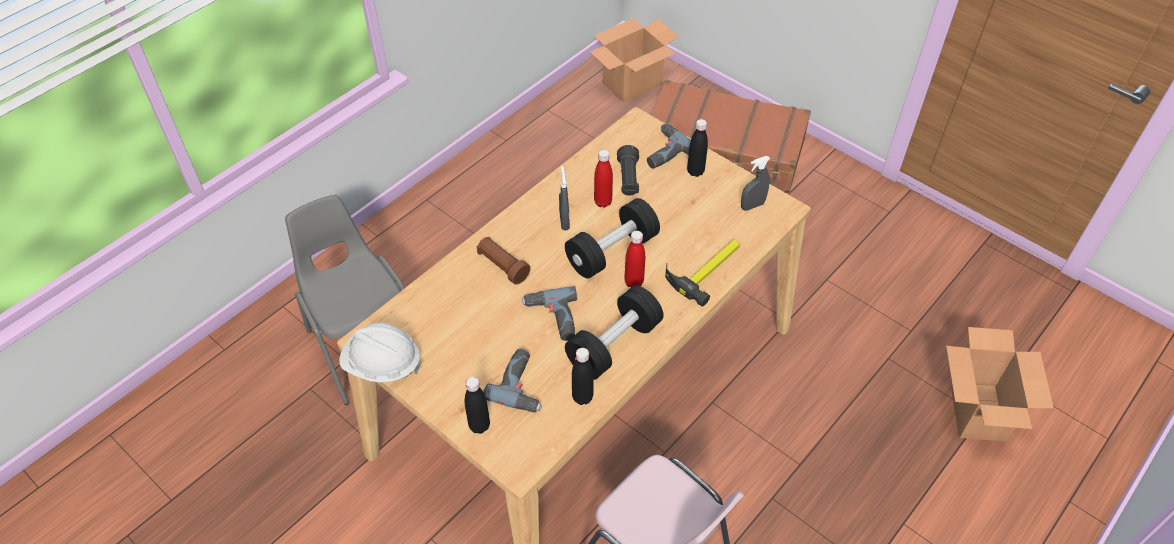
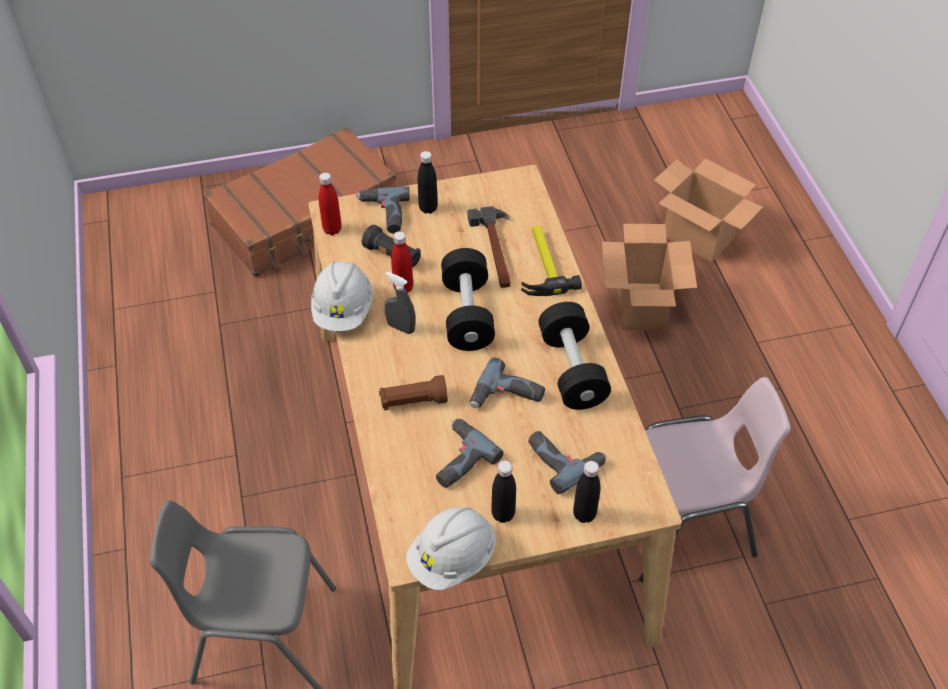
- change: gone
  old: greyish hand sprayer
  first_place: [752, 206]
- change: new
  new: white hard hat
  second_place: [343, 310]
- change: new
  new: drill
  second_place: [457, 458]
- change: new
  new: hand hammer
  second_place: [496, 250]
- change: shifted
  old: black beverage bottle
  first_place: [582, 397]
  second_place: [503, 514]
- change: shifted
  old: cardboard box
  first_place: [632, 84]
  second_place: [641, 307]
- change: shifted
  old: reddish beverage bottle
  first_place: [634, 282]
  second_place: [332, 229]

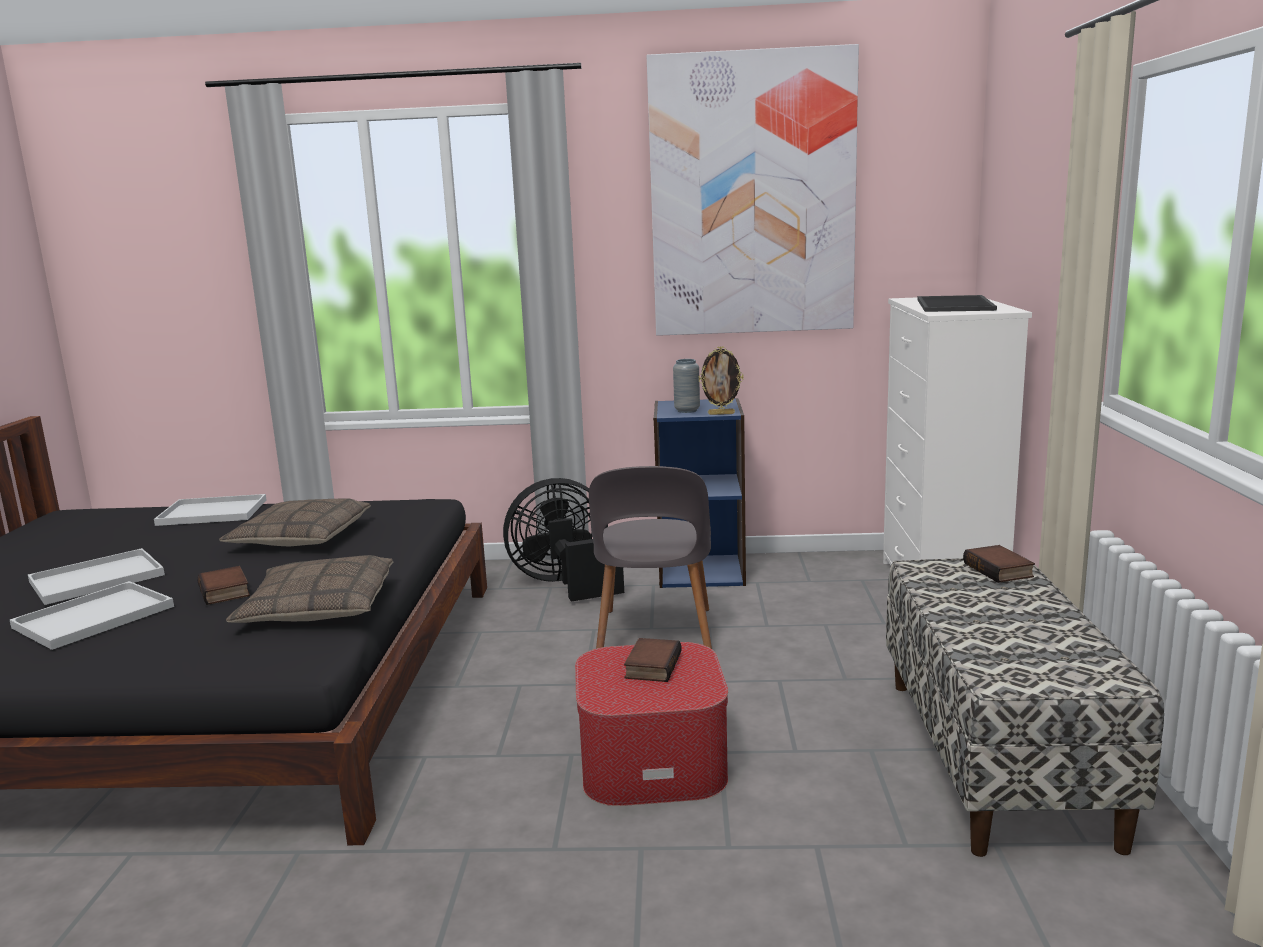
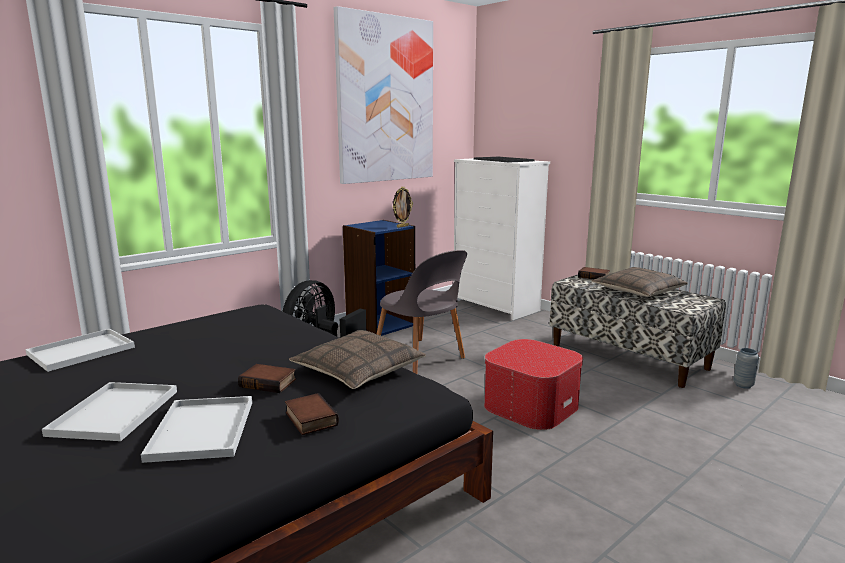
- change: shifted
  old: pillow
  first_place: [300, 537]
  second_place: [638, 291]
- change: shifted
  old: volume
  first_place: [651, 665]
  second_place: [309, 419]
- change: shifted
  old: greyish decorative vase
  first_place: [687, 410]
  second_place: [743, 385]

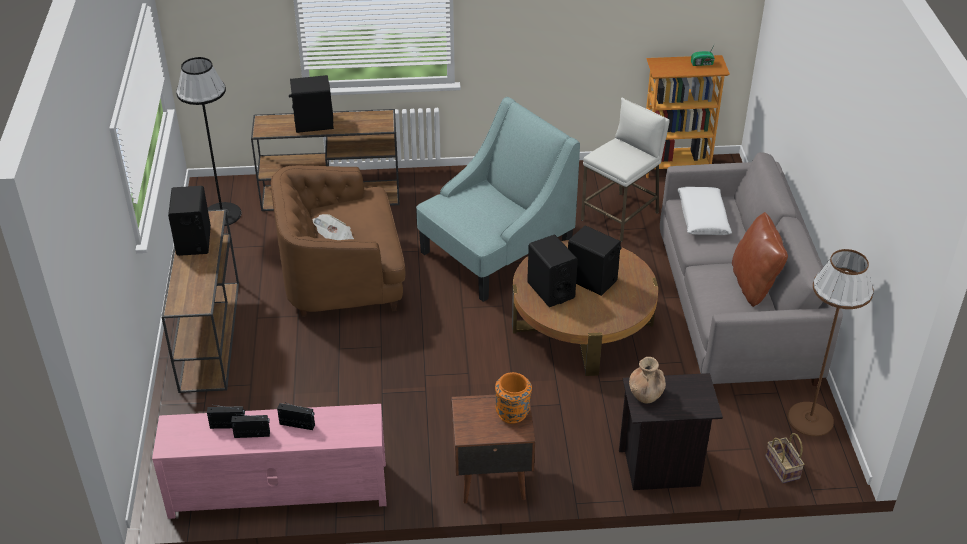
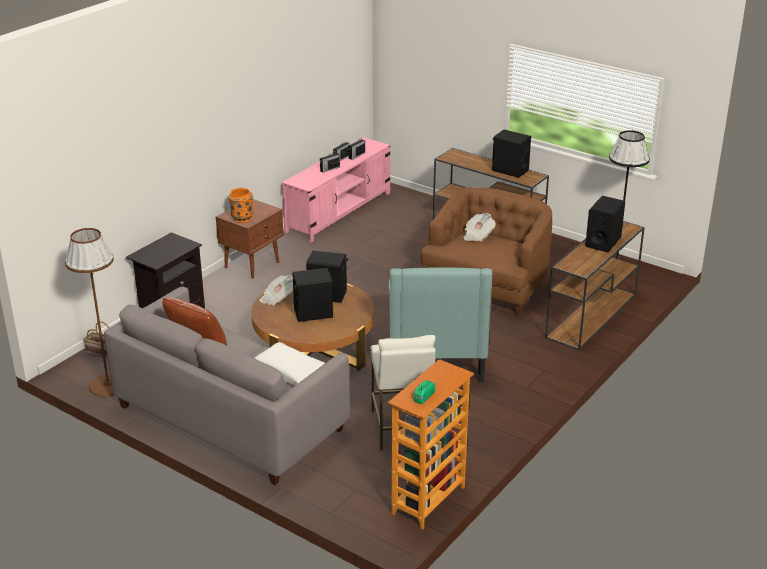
- change: gone
  old: brown-coloured decorative vase
  first_place: [645, 395]
- change: new
  new: printed paper
  second_place: [277, 298]

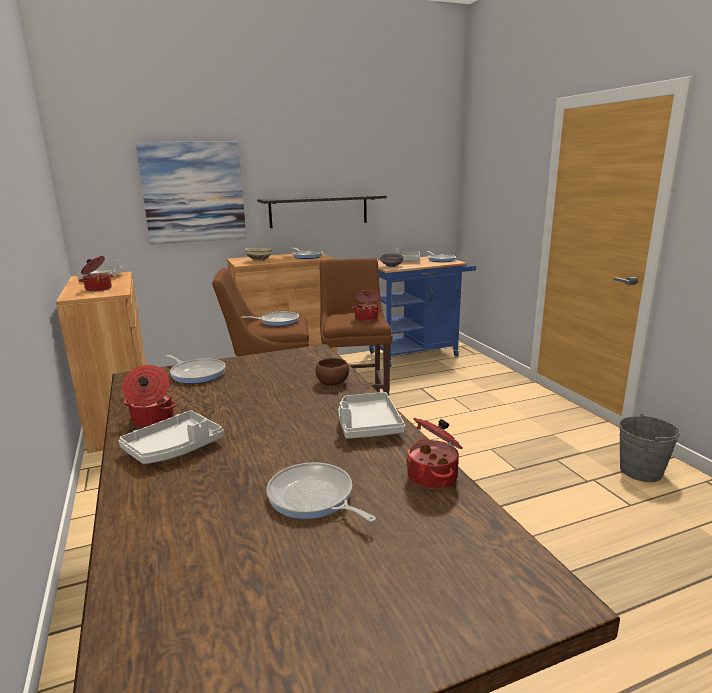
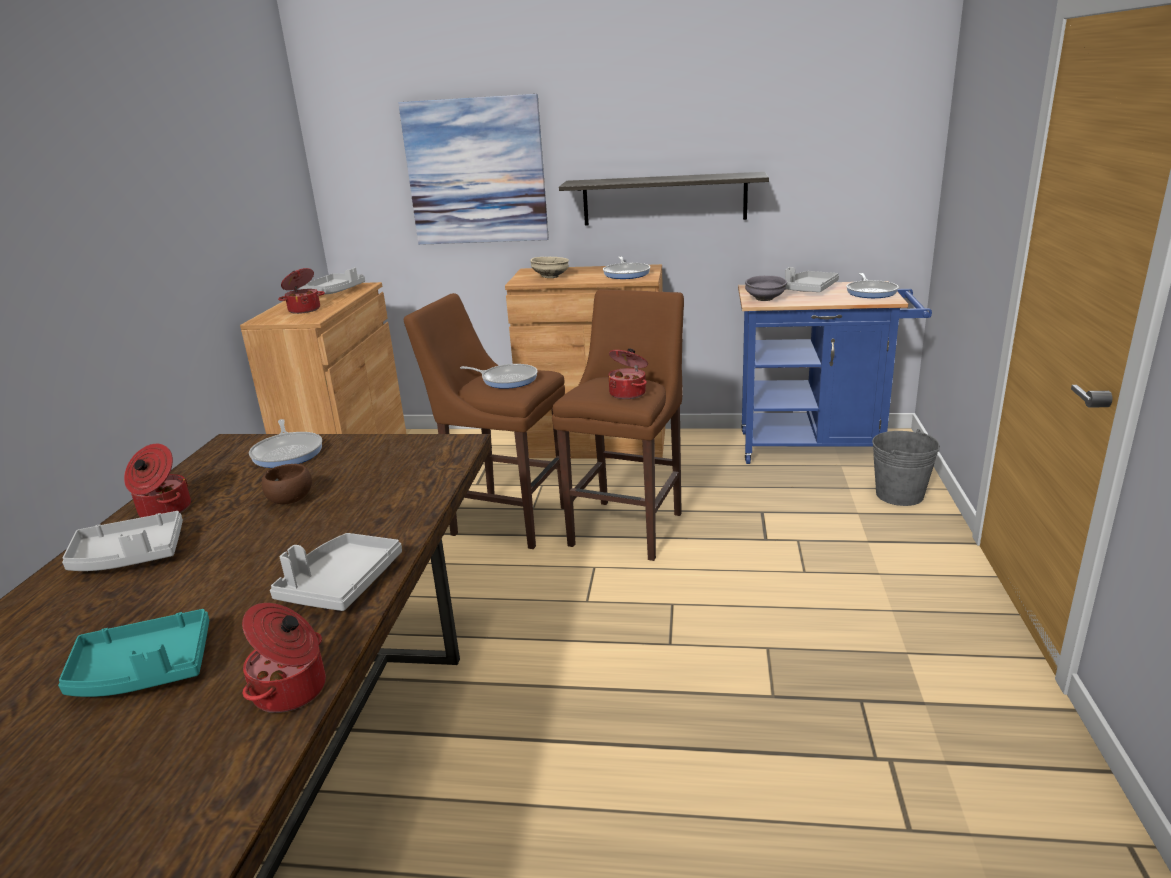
- change: shifted
  old: brown-coloured serving bowl
  first_place: [333, 383]
  second_place: [292, 499]
- change: shifted
  old: greyish pail
  first_place: [641, 471]
  second_place: [899, 495]
- change: swapped
  old: pan
  new: blue-green tray
  first_place: [313, 498]
  second_place: [144, 671]

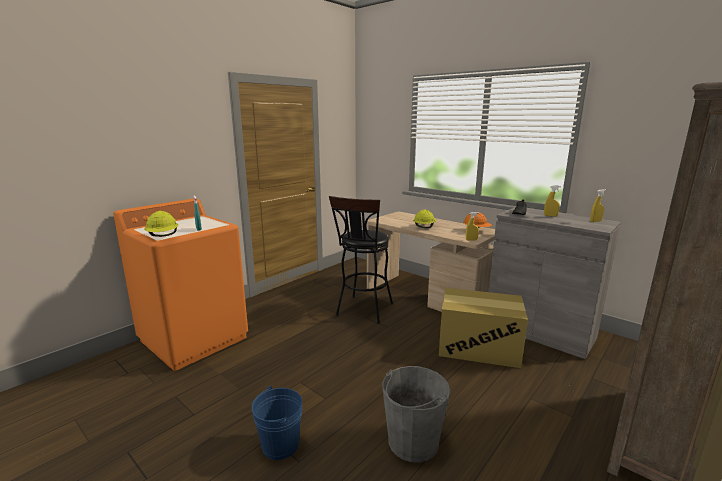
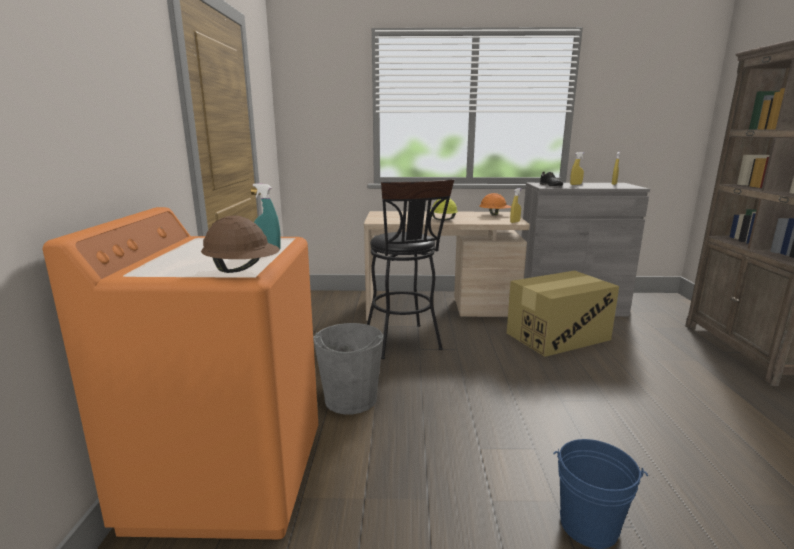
- change: shifted
  old: greyish pail
  first_place: [412, 442]
  second_place: [350, 399]
- change: repainted
  old: yellow-coloured hard hat
  new: brown-coloured hard hat
  first_place: [163, 236]
  second_place: [243, 270]

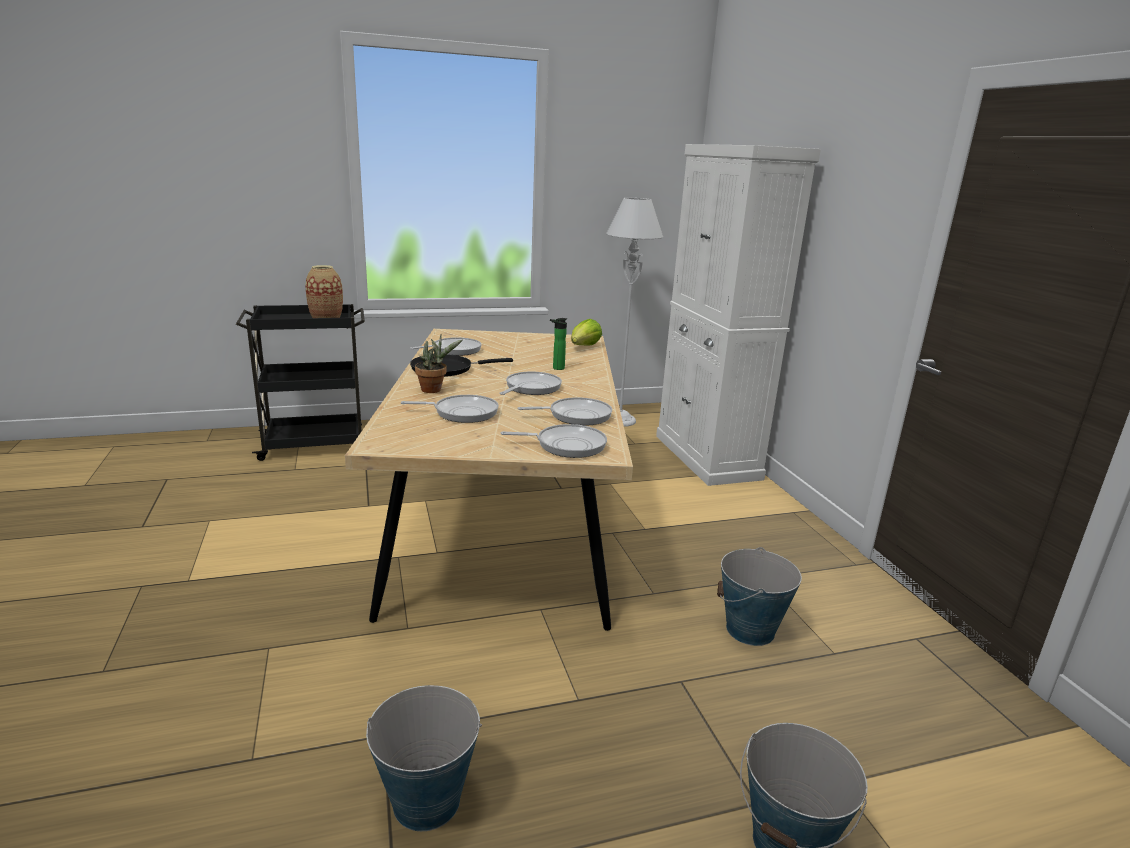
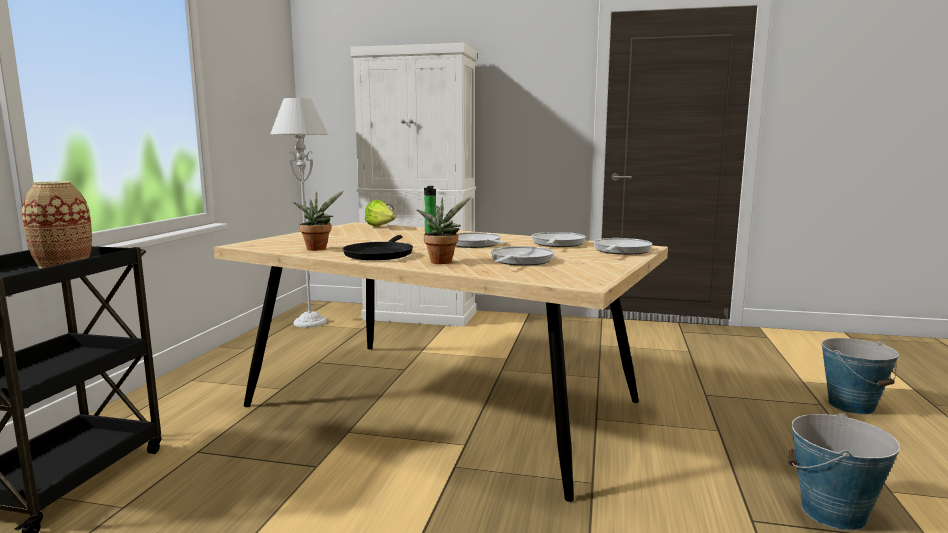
- change: gone
  old: pail
  first_place: [750, 630]
- change: swapped
  old: pan
  new: houseplant
  first_place: [453, 350]
  second_place: [318, 248]

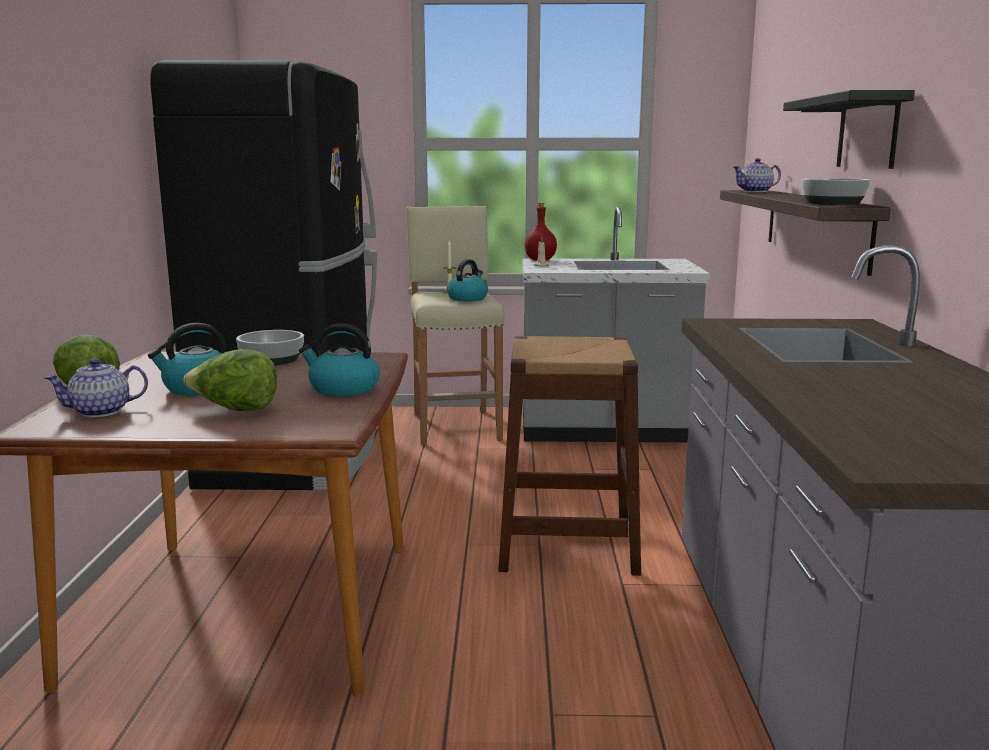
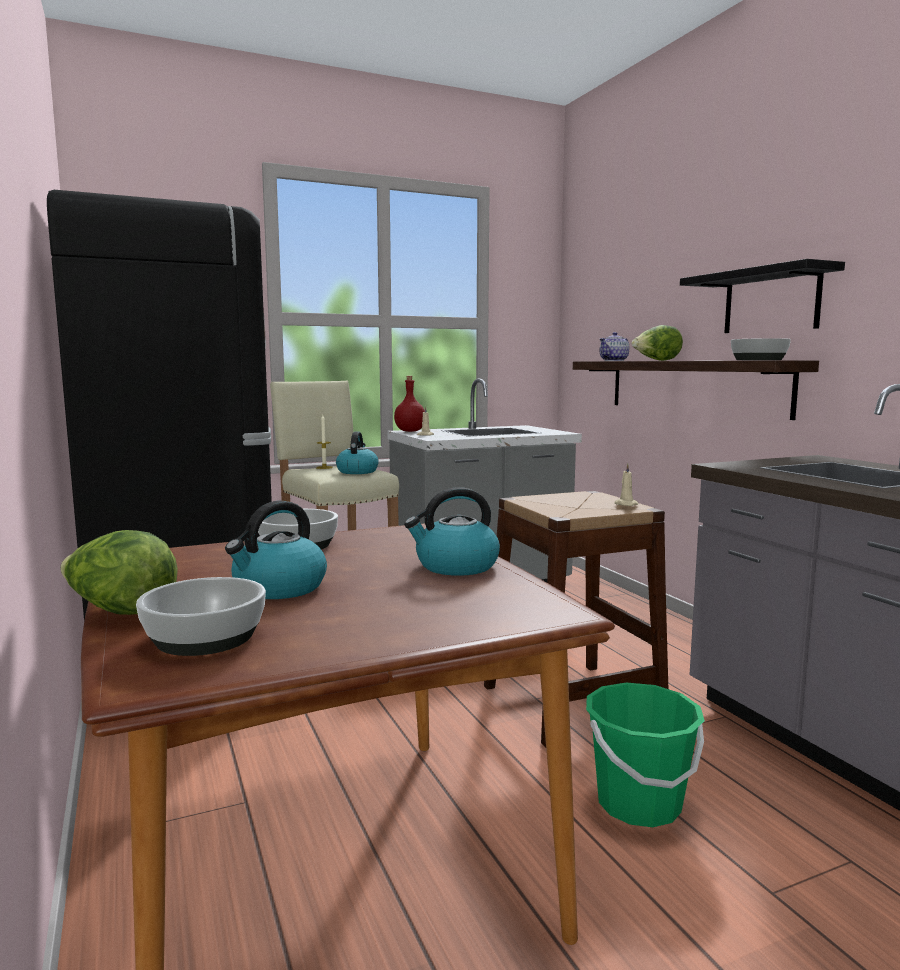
- change: new
  new: green-coloured pail
  second_place: [639, 804]
- change: new
  new: sand-coloured wax light
  second_place: [625, 504]
- change: shifted
  old: lettuce
  first_place: [235, 410]
  second_place: [656, 360]
- change: swapped
  old: pot for tea
  new: serving bowl
  first_place: [101, 411]
  second_place: [206, 637]

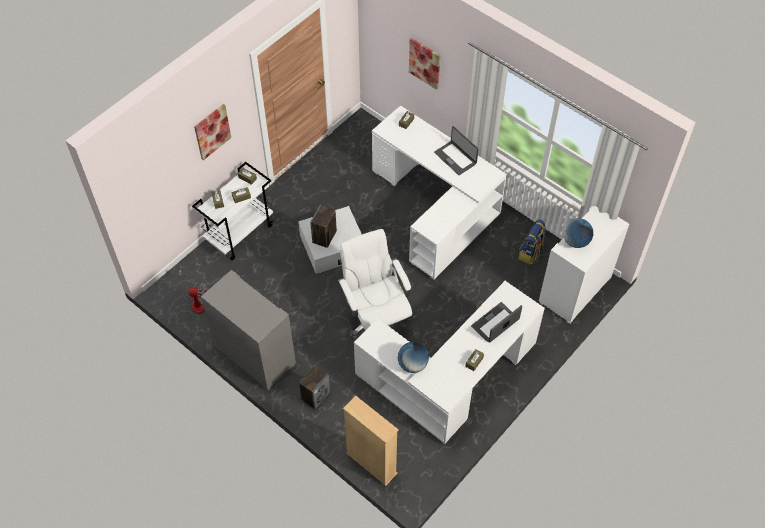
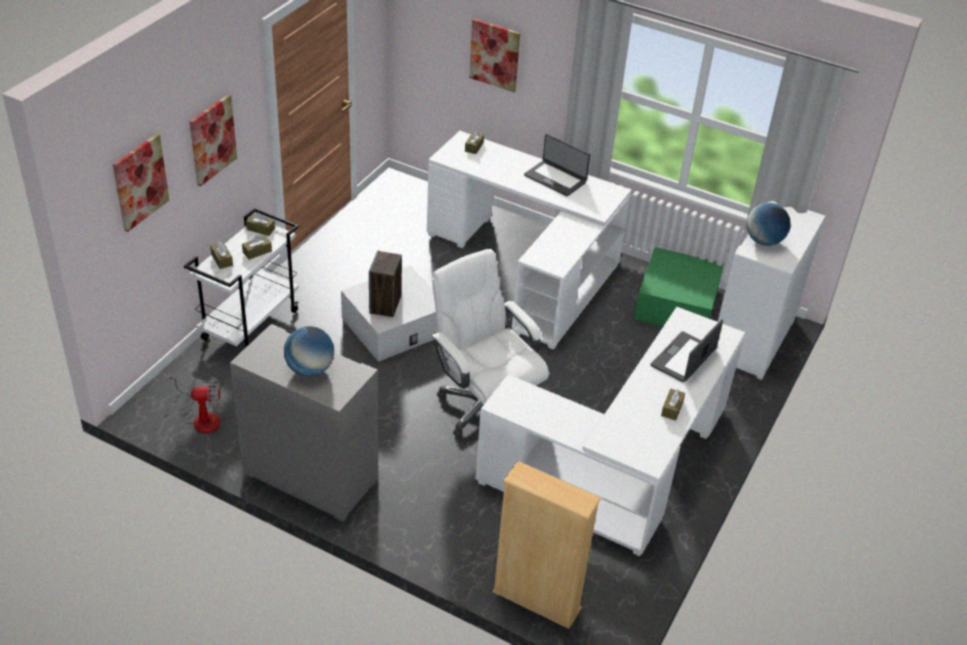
- change: gone
  old: loudspeaker
  first_place: [315, 395]
- change: new
  new: wall art
  second_place: [140, 182]
- change: shifted
  old: world globe
  first_place: [412, 364]
  second_place: [310, 369]
- change: swapped
  old: knapsack
  new: green-coloured storage container
  first_place: [531, 253]
  second_place: [676, 304]

